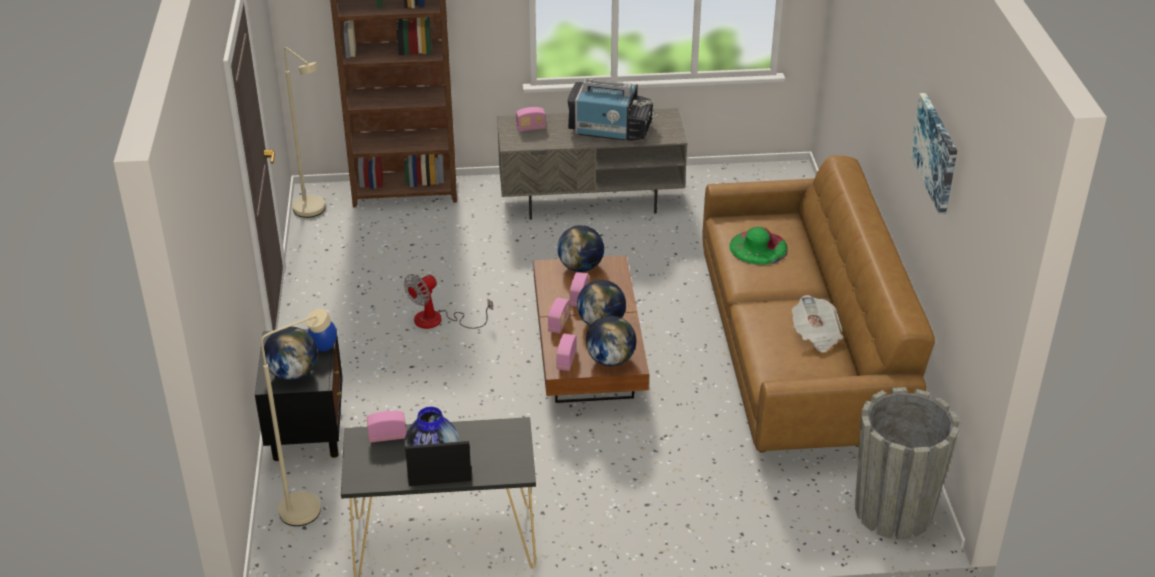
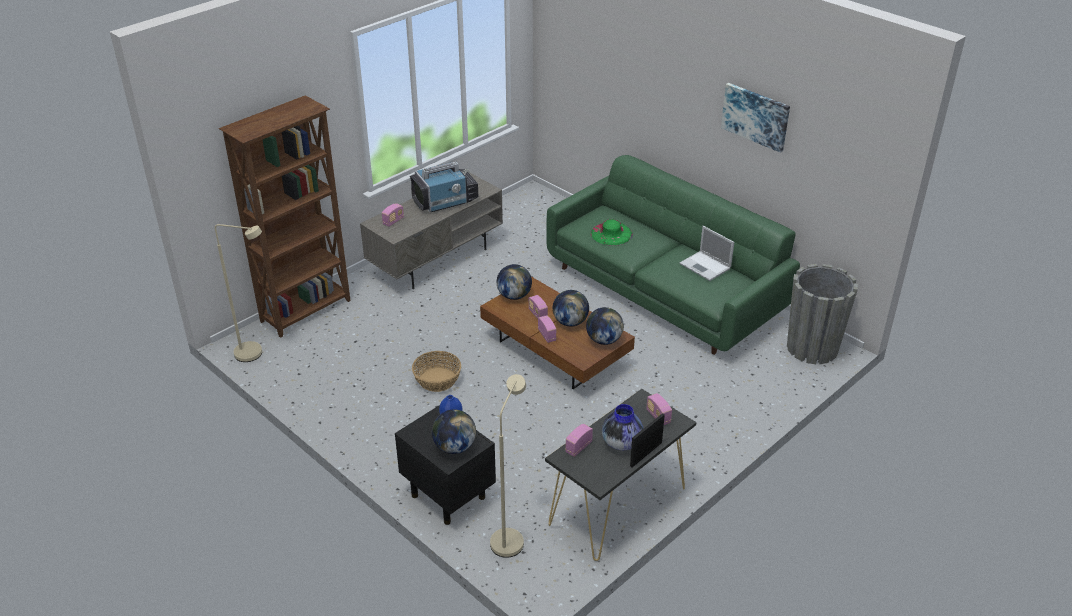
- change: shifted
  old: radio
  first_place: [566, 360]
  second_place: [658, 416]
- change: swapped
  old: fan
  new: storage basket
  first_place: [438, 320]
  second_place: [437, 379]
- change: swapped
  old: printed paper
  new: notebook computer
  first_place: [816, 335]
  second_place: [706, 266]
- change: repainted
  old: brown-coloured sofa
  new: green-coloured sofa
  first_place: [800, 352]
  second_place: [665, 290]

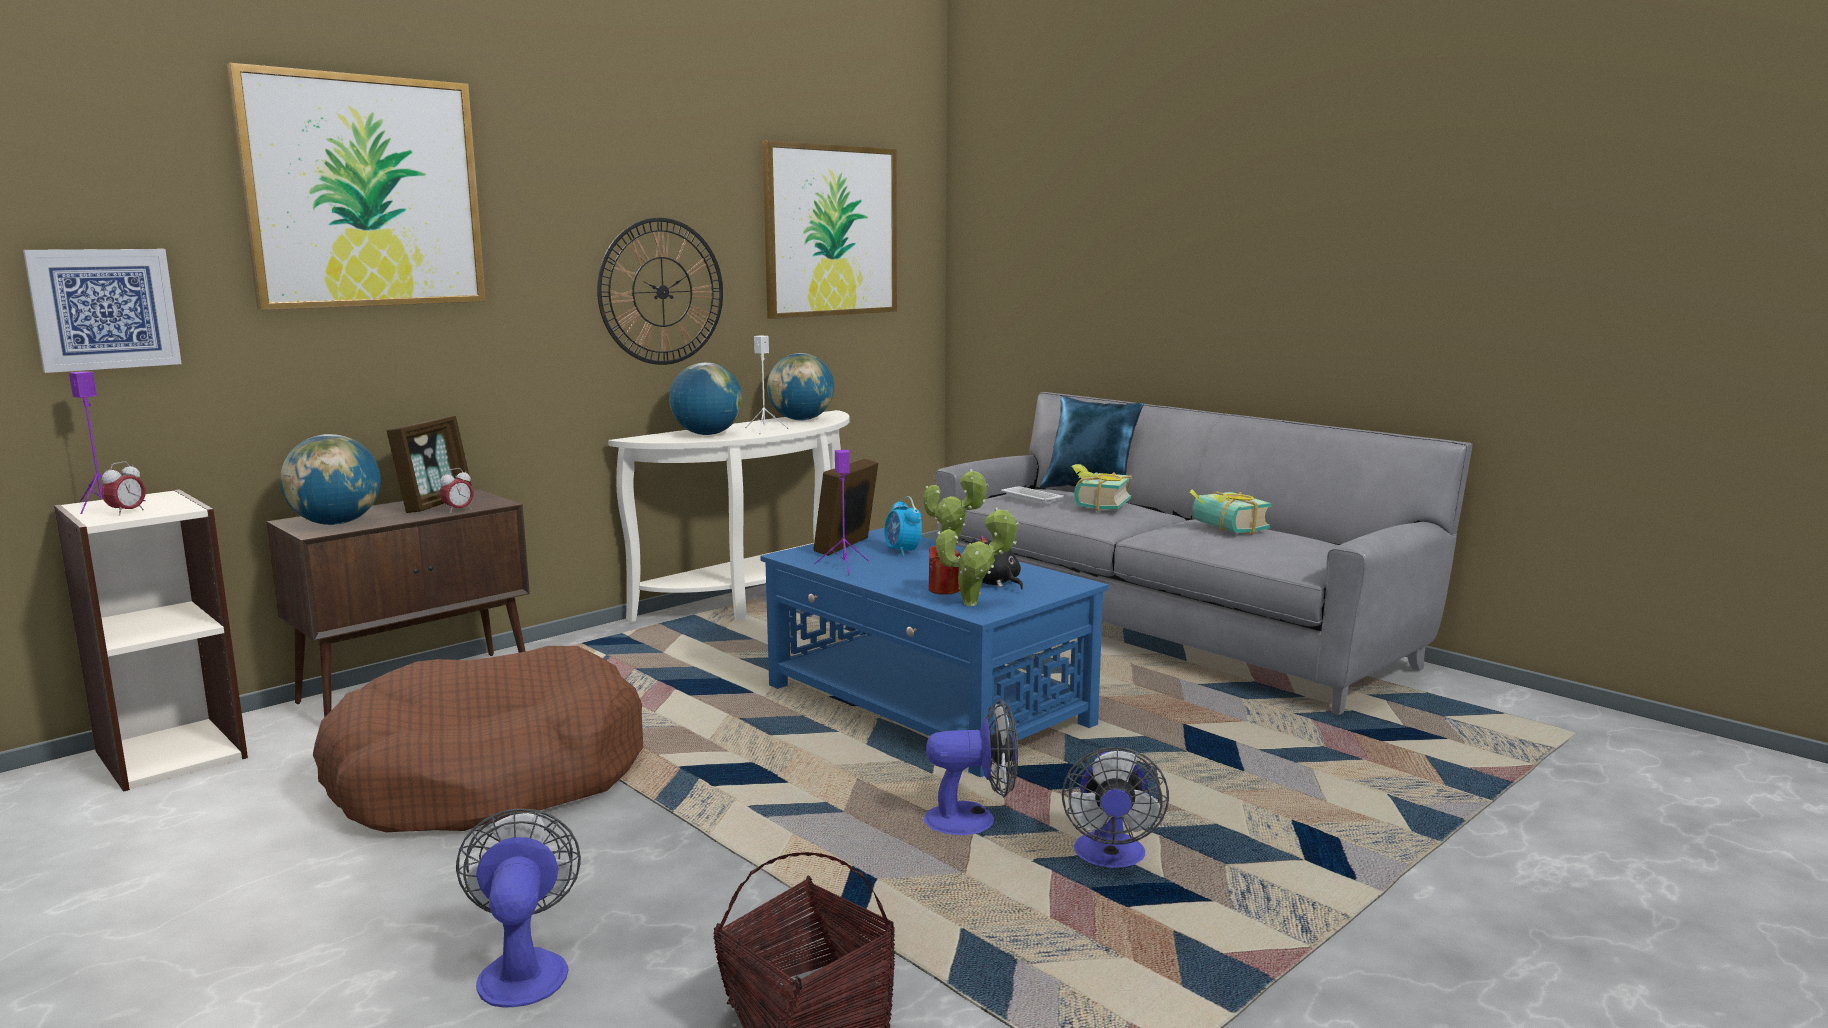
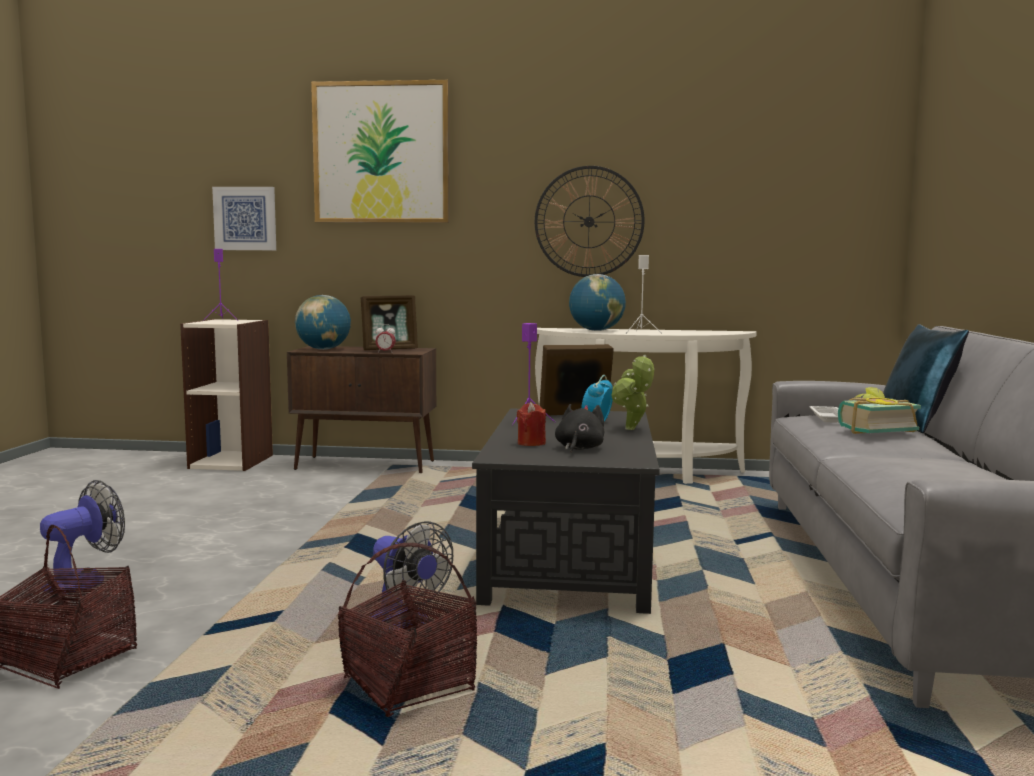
- change: gone
  old: bedside clock
  first_place: [127, 512]
- change: gone
  old: brown-coloured dog bed
  first_place: [488, 776]
- change: gone
  old: wall art
  first_place: [831, 231]
- change: gone
  old: world globe
  first_place: [801, 420]
- change: gone
  old: houseplant
  first_place: [975, 604]
- change: gone
  old: volume
  first_place: [1224, 529]
- change: swapped
  old: fan
  new: storage basket
  first_place: [1110, 859]
  second_place: [409, 686]
- change: repainted
  old: bluish low table
  new: black low table
  first_place: [927, 706]
  second_place: [569, 558]

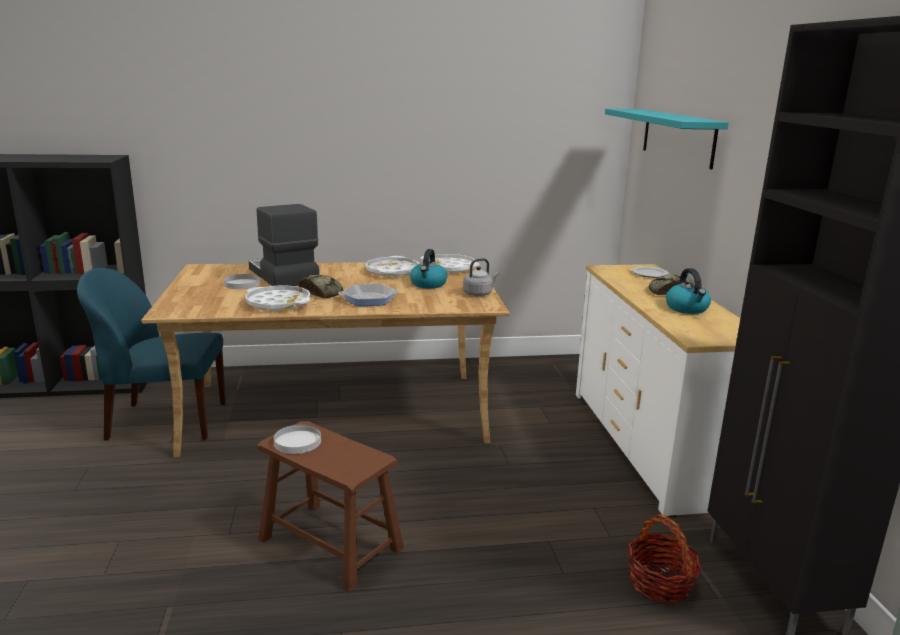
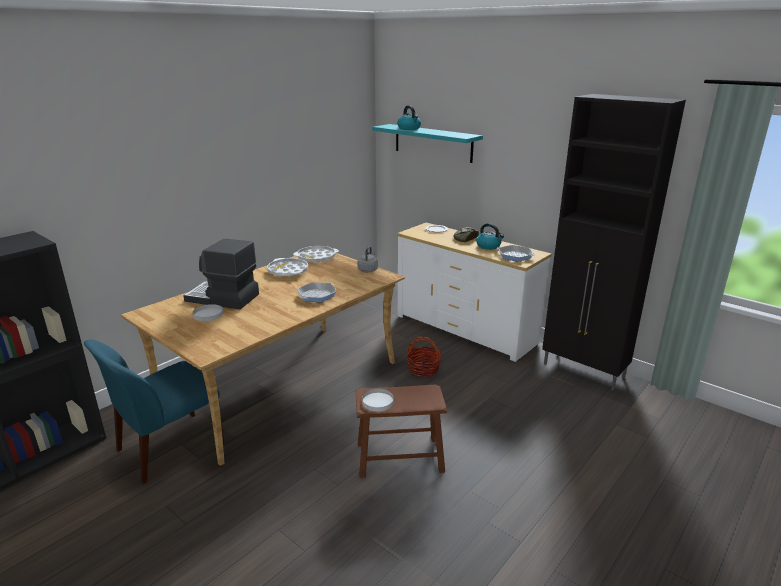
- change: gone
  old: white tray
  first_place: [278, 304]
- change: gone
  old: bakery bread
  first_place: [321, 292]
- change: new
  new: pan
  second_place: [515, 256]
- change: shifted
  old: water kettle
  first_place: [428, 284]
  second_place: [409, 128]
- change: shifted
  old: storage basket
  first_place: [660, 582]
  second_place: [423, 369]

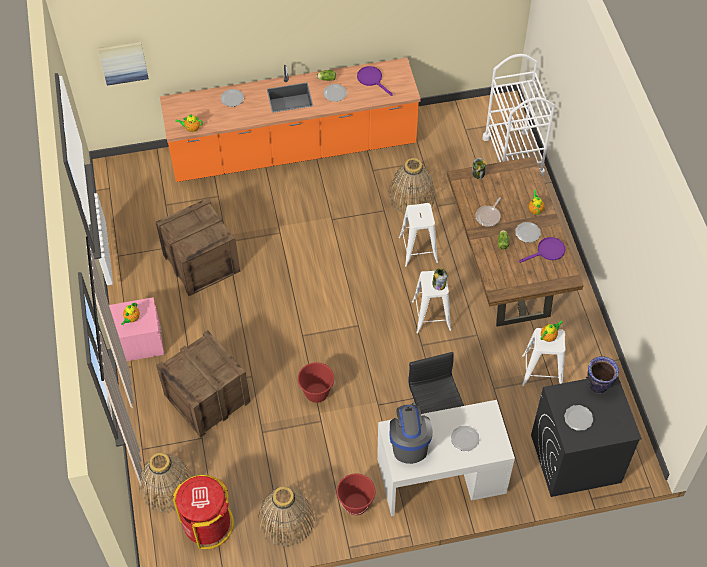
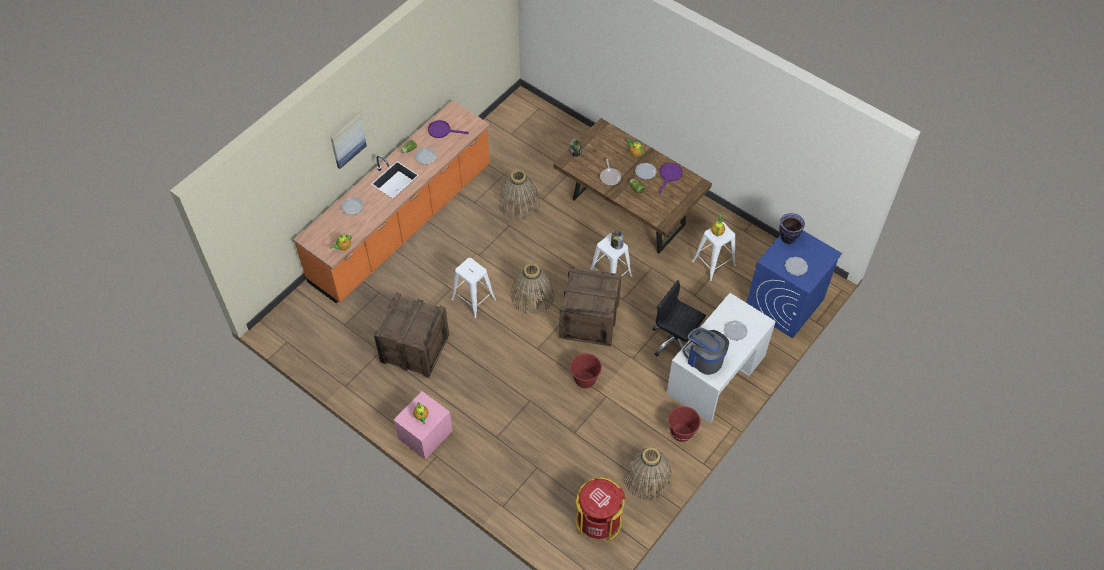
- change: gone
  old: white wheeled cart
  first_place: [513, 156]
- change: shifted
  old: wall art
  first_place: [123, 62]
  second_place: [347, 141]
- change: shifted
  old: storage basket
  first_place: [167, 487]
  second_place: [532, 296]
- change: shifted
  old: packing crate
  first_place: [207, 399]
  second_place: [589, 320]
- change: shifted
  old: white sitting stool
  first_place: [418, 249]
  second_place: [473, 299]
- change: repainted
  old: black washing machine
  new: bluish washing machine
  first_place: [575, 459]
  second_place: [784, 304]

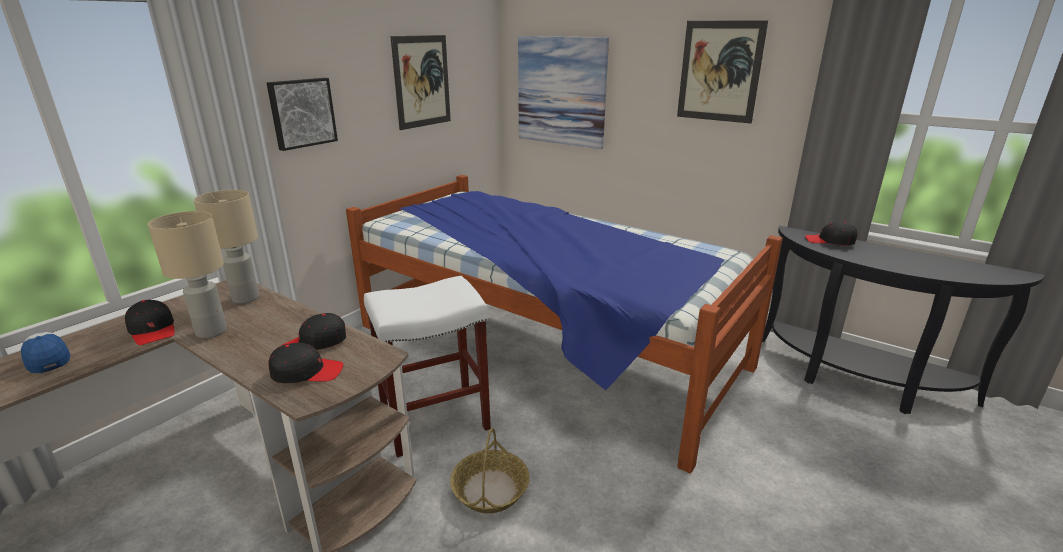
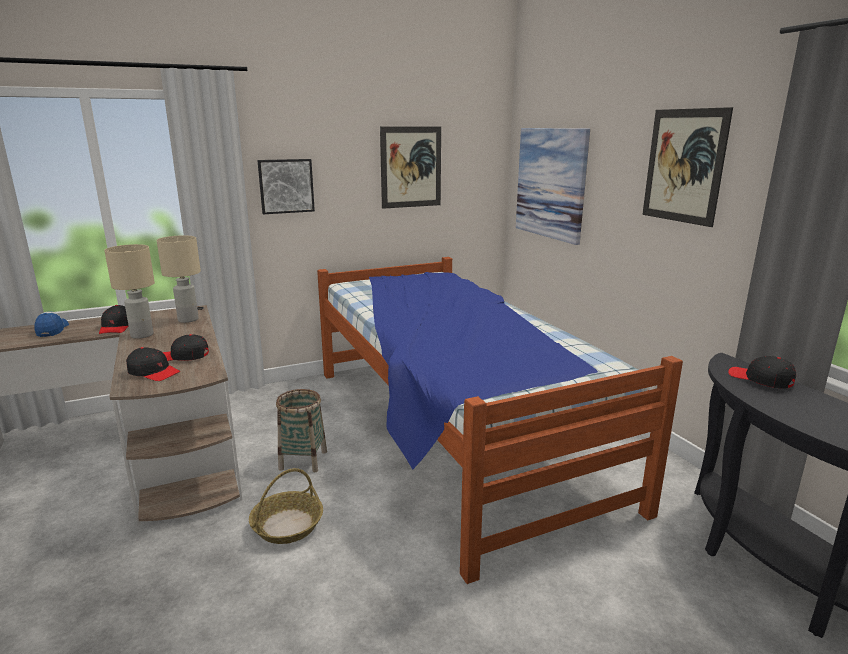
- change: swapped
  old: white sitting stool
  new: storage basket
  first_place: [436, 420]
  second_place: [303, 460]

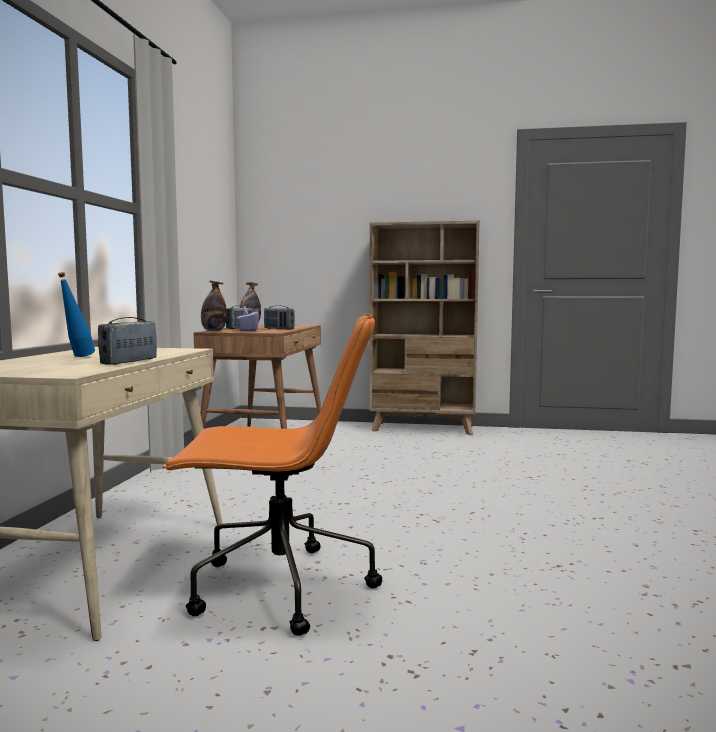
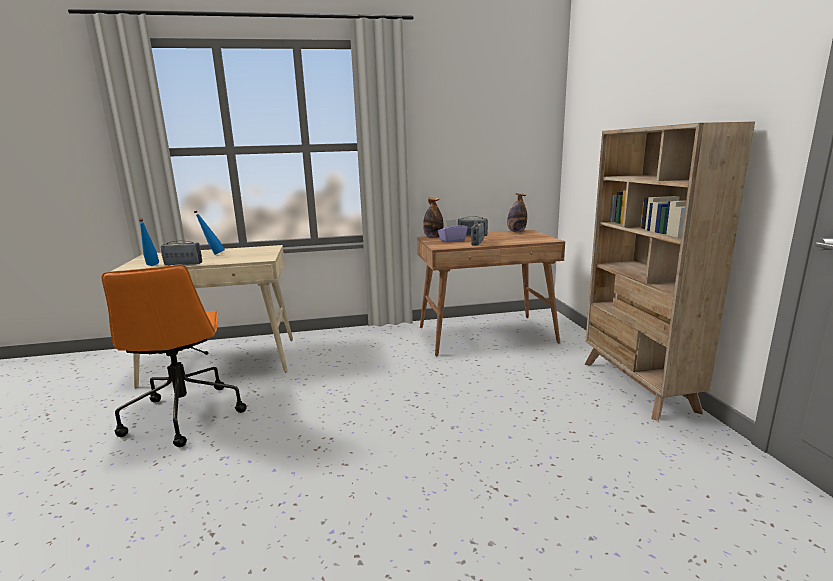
- change: new
  new: bluish beverage bottle
  second_place: [152, 266]

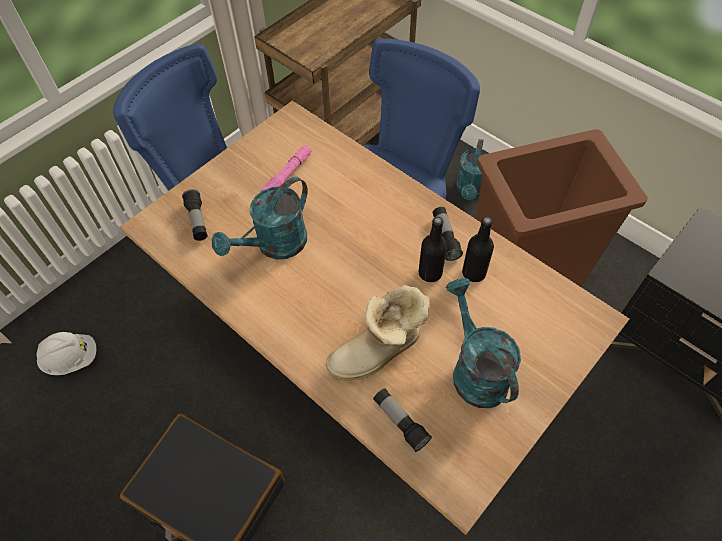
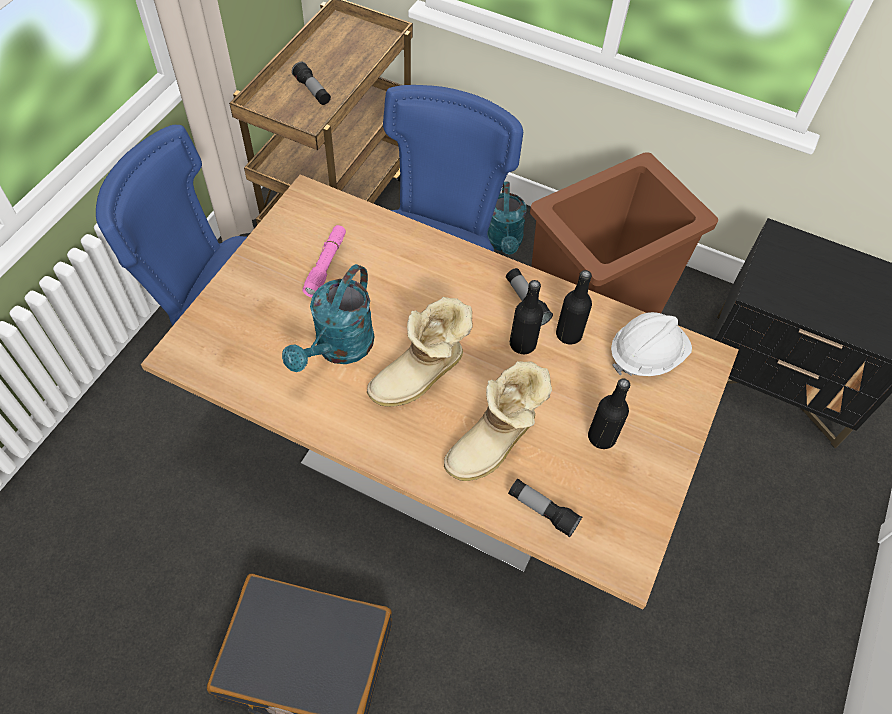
- change: new
  new: boot
  second_place: [421, 376]
- change: shifted
  old: white hard hat
  first_place: [71, 359]
  second_place: [646, 355]
- change: shifted
  old: hand torch
  first_place: [197, 220]
  second_place: [312, 91]
- change: swapped
  old: blue-green watering can
  new: black beverage bottle
  first_place: [475, 369]
  second_place: [601, 437]

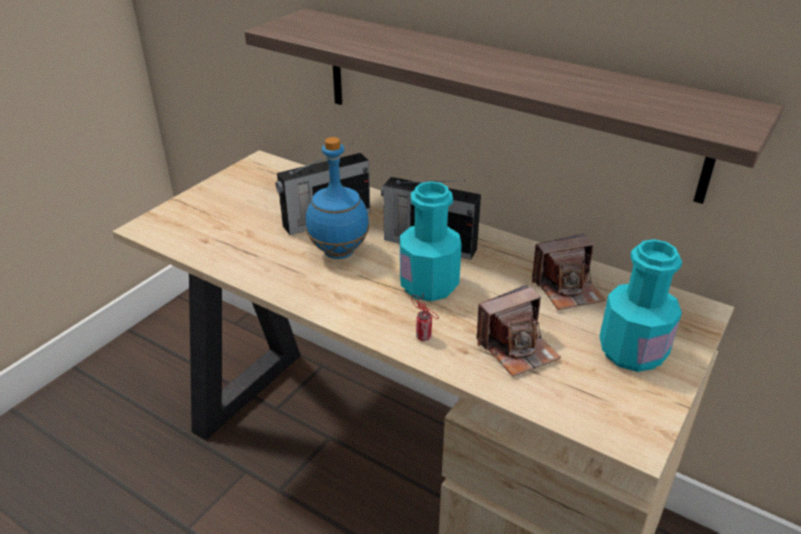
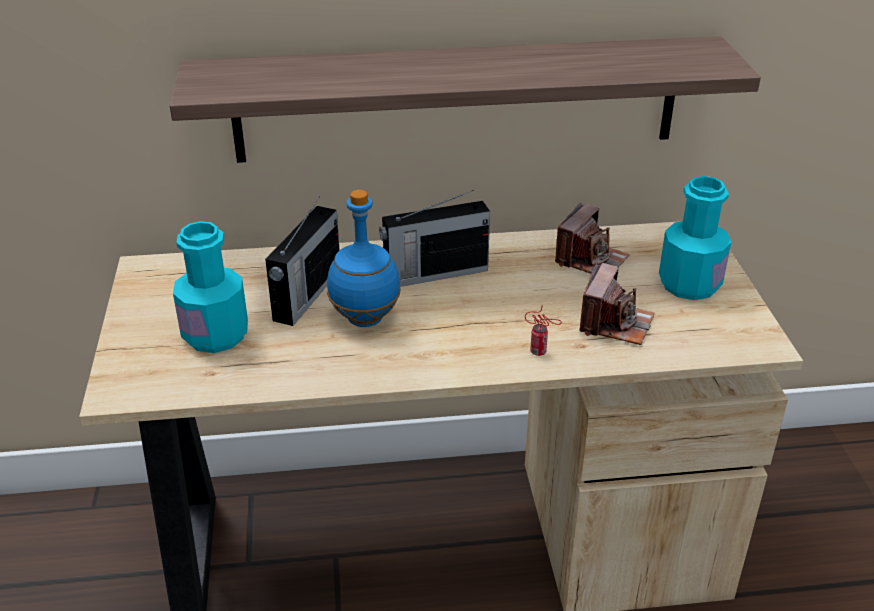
- change: shifted
  old: blue-green beverage bottle
  first_place: [429, 285]
  second_place: [216, 335]

